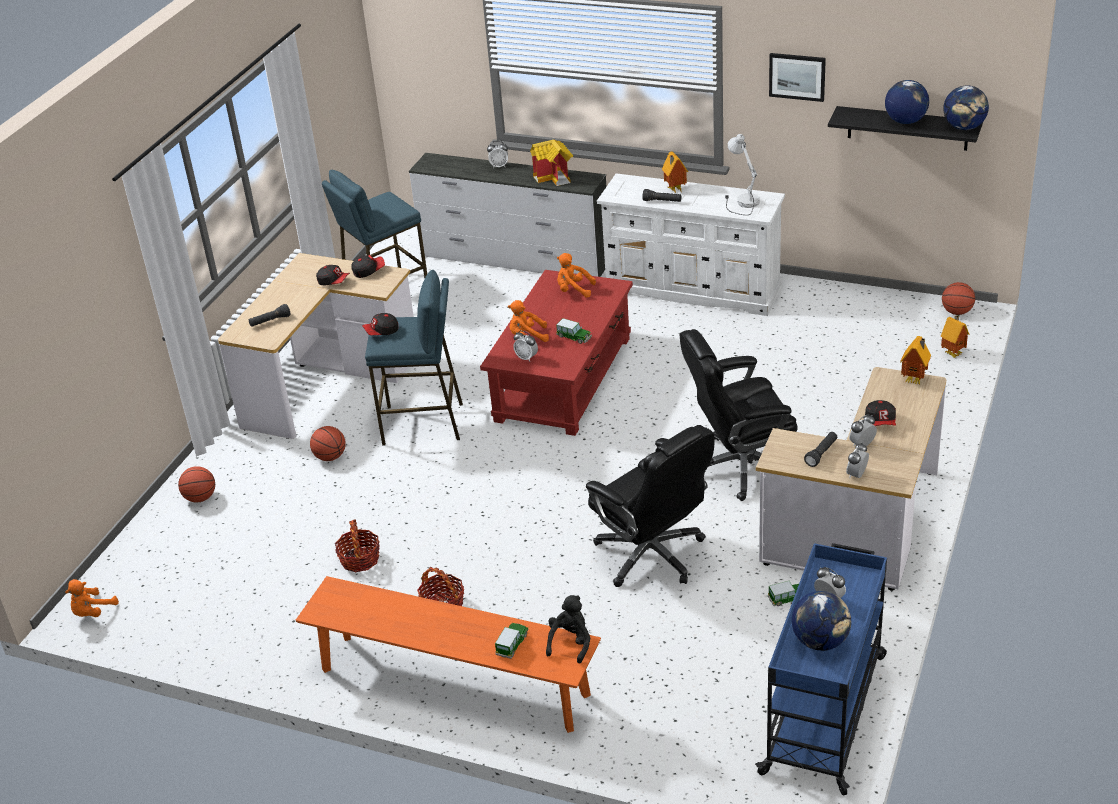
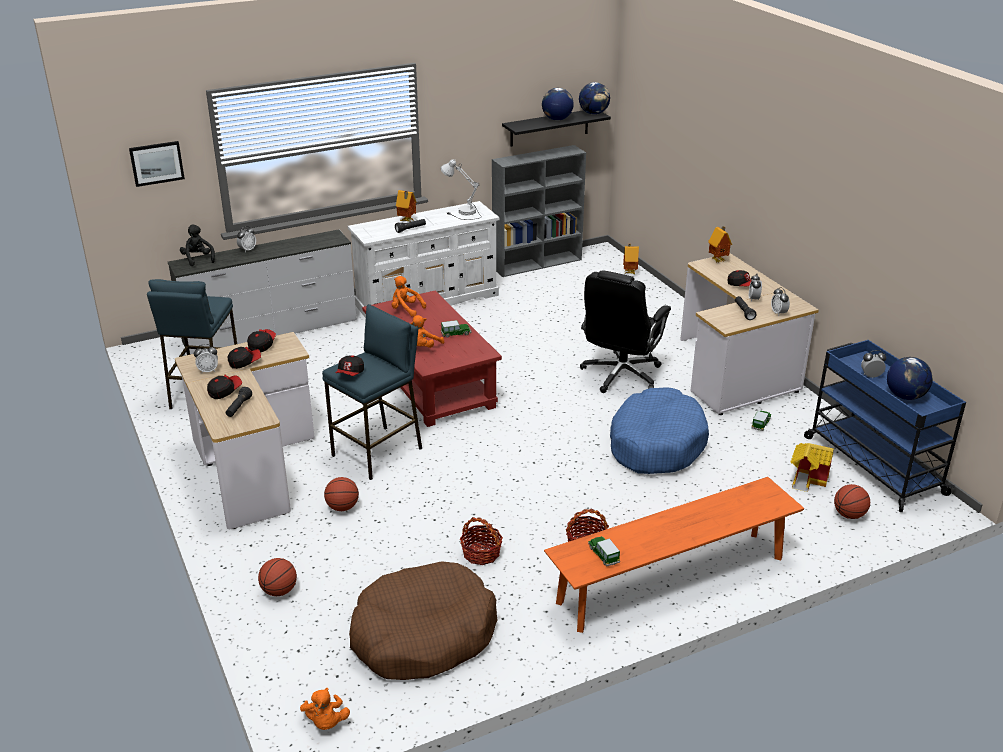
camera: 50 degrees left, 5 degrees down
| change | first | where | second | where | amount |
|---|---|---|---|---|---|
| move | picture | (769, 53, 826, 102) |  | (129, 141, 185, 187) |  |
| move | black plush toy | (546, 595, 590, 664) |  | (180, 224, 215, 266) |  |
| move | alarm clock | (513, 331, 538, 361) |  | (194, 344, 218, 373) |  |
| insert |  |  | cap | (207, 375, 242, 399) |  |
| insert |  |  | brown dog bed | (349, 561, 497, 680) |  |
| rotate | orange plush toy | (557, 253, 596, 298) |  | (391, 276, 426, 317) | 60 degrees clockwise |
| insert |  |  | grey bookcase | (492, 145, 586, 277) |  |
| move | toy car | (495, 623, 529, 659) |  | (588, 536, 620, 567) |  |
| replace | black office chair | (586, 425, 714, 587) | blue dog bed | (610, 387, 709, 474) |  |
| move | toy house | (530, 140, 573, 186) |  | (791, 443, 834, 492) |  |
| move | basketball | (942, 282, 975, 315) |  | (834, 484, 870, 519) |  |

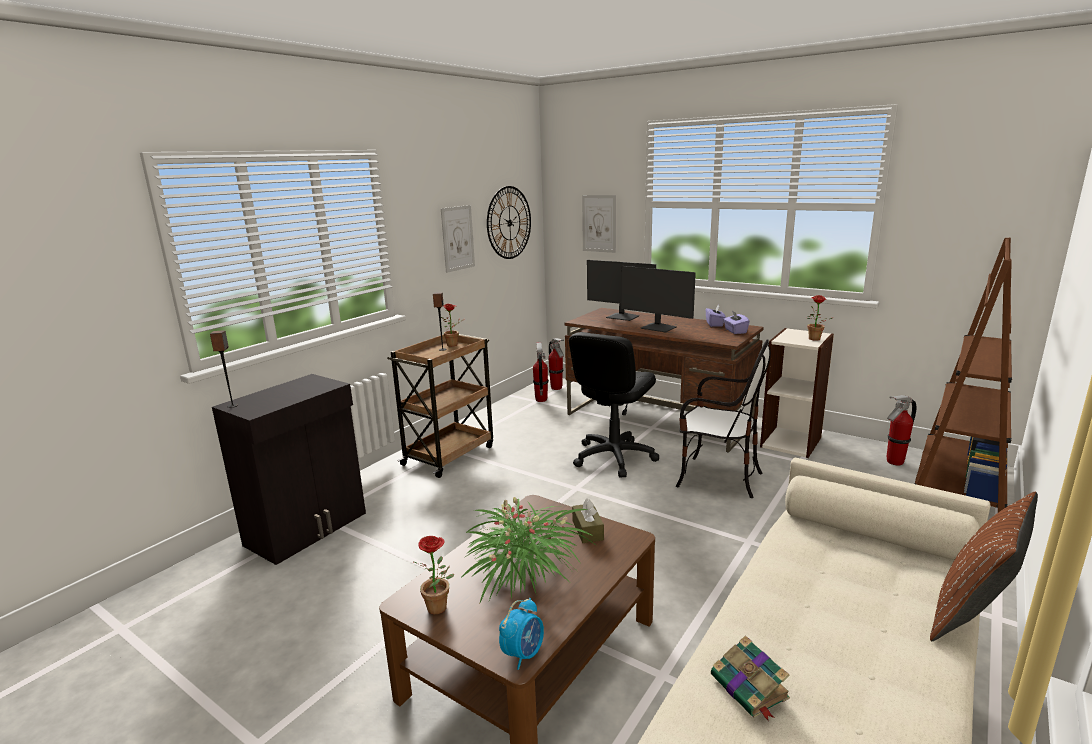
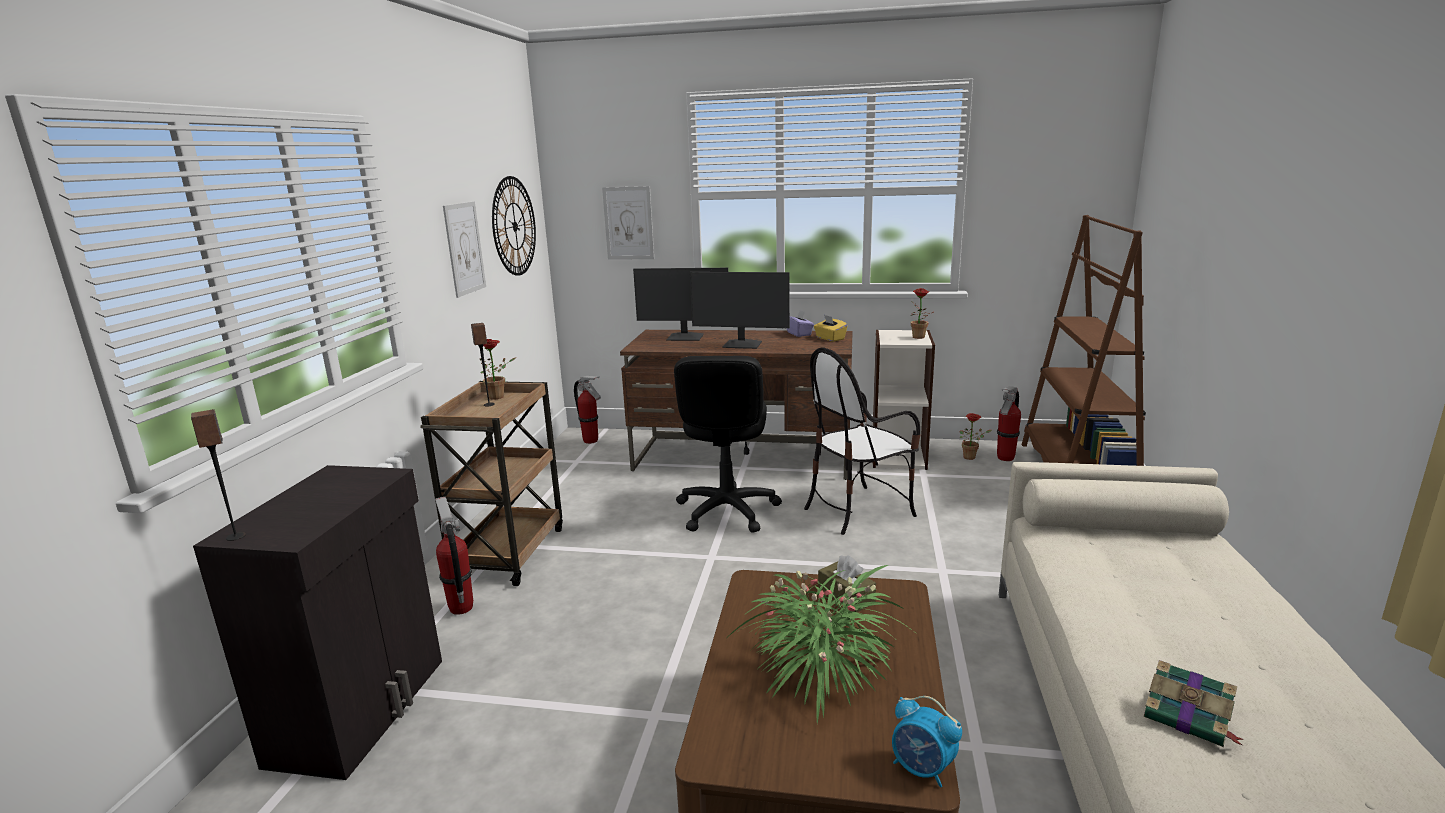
camera: 25 degrees left, 0 degrees up
| change | first | where | second | where | amount |
|---|---|---|---|---|---|
| move | fire extinguisher | (533, 342, 549, 402) |  | (435, 497, 473, 615) |  |
| rotate | chair | (676, 339, 771, 498) |  | (804, 347, 921, 535) | 150 degrees clockwise |
| recolor | purple tissue box | (723, 311, 750, 334) | yellow tissue box | (814, 315, 848, 342) |  |
| rotate | alarm clock | (499, 598, 544, 670) |  | (892, 696, 962, 787) | 120 degrees clockwise |
| move | potted plant | (414, 536, 454, 614) |  | (960, 413, 992, 460) |  |
| delete | brown pillow | (930, 492, 1038, 641) |  |  |  |

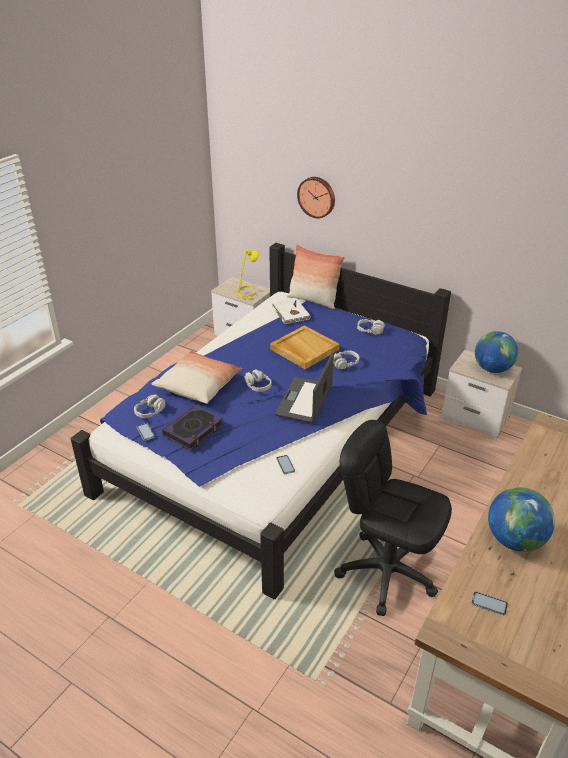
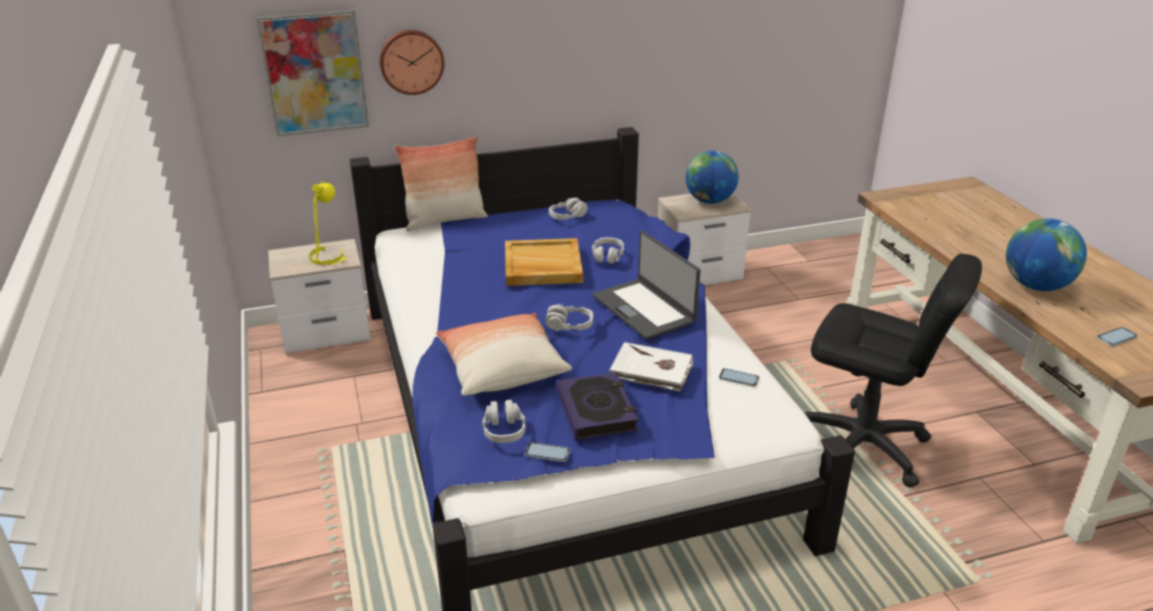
camera: 50 degrees left, 5 degrees down
| change | first | where | second | where | amount |
|---|---|---|---|---|---|
| insert |  |  | picture | (256, 10, 369, 136) |  |
| move | white book | (272, 298, 311, 324) |  | (609, 342, 694, 392) |  |
| rotate | black office chair | (334, 420, 452, 616) |  | (805, 253, 982, 488) | 135 degrees counterclockwise |

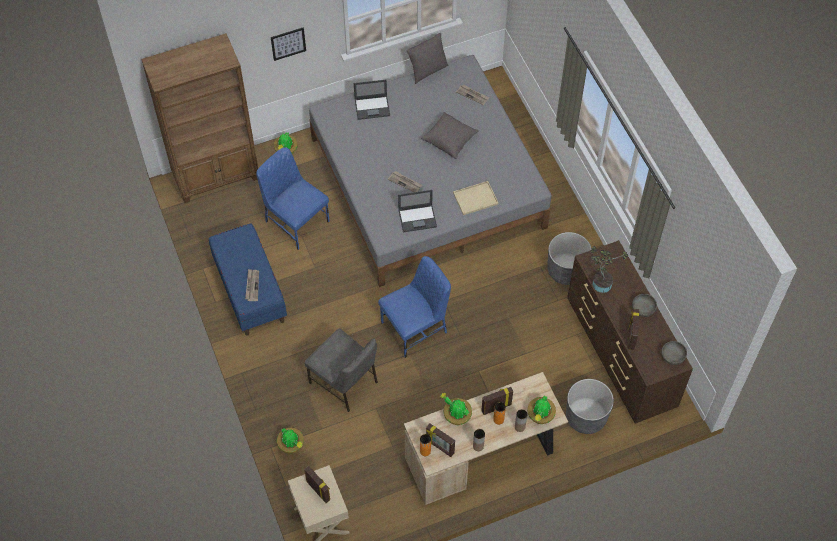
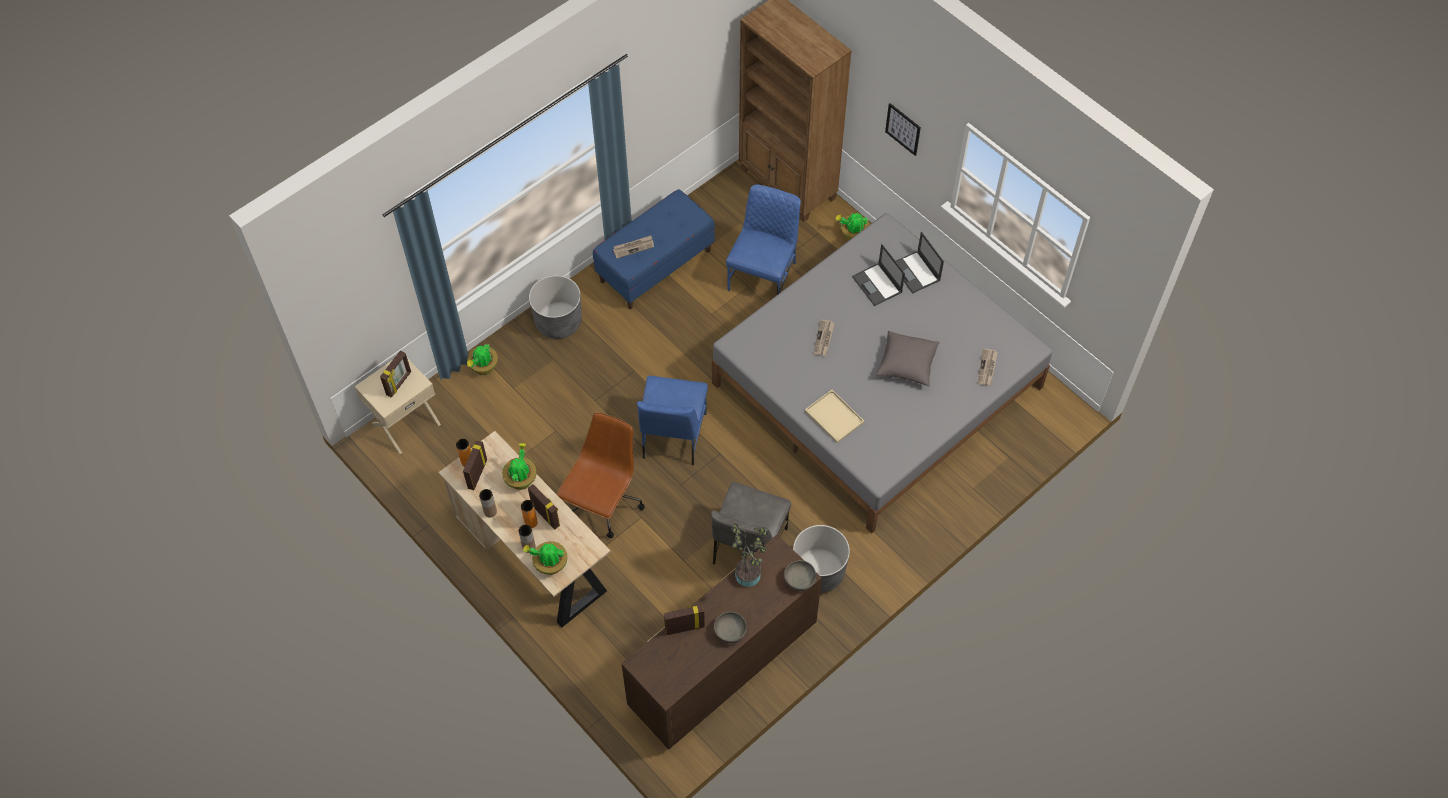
camera: 70 degrees right, 0 degrees up
| change | first | where | second | where | amount |
|---|---|---|---|---|---|
| move | grey planter | (566, 379, 614, 434) |  | (529, 275, 582, 339) |  |
| insert |  |  | brown office chair | (557, 412, 645, 538) |  |
| rotate | blue chair | (378, 256, 451, 358) |  | (637, 376, 708, 465) | 60 degrees clockwise |
| move | grey chair | (304, 328, 378, 412) |  | (711, 482, 791, 565) |  |
| move | grey bowl | (661, 341, 687, 365) |  | (784, 560, 816, 591) |  |
| move | laptop | (398, 190, 437, 232) |  | (852, 244, 905, 306) |  |
| delete | grey pillow | (406, 33, 449, 84) |  |  |  |

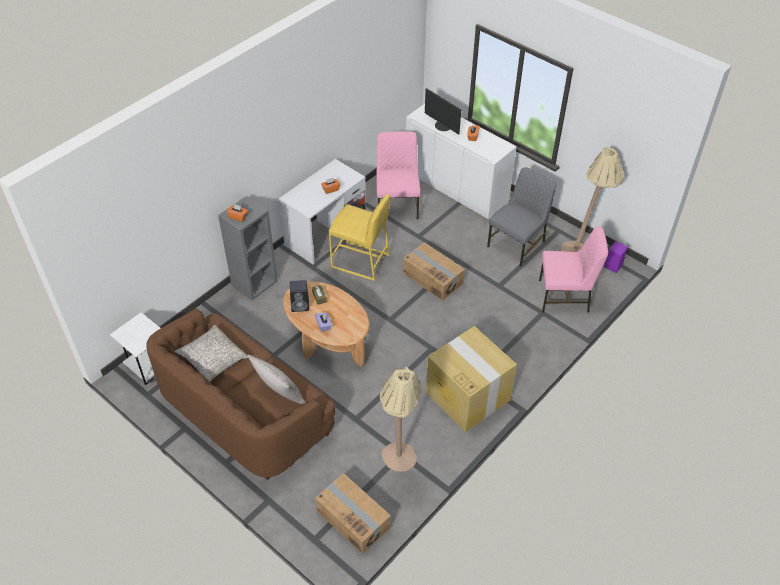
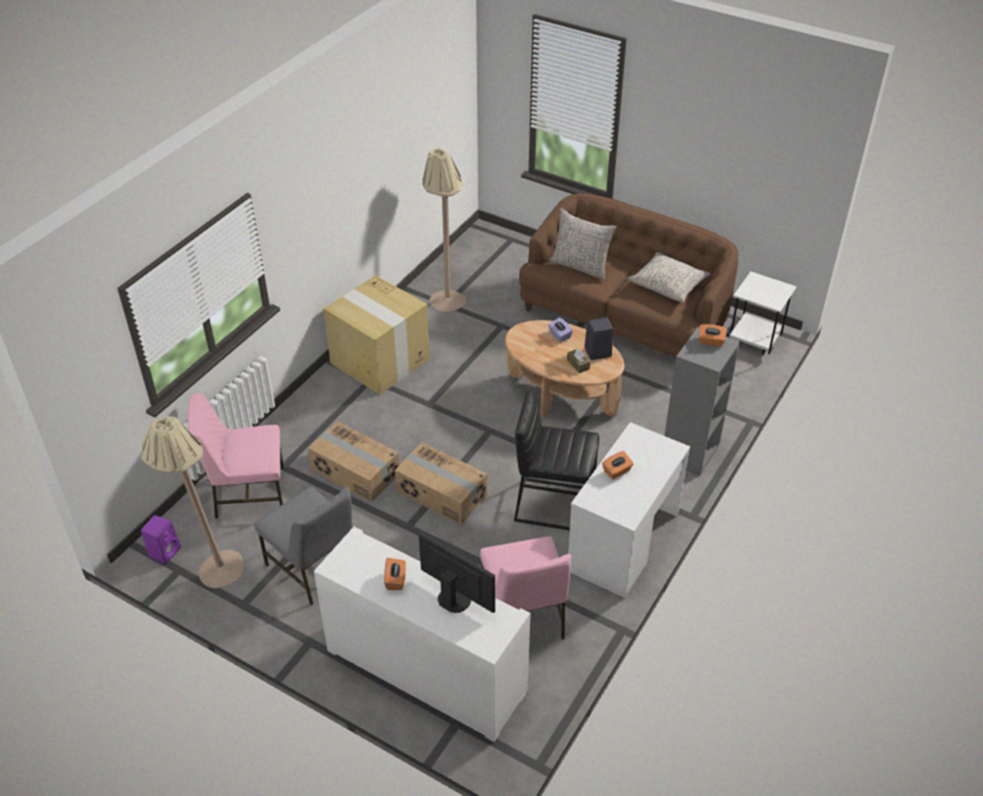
camera: 170 degrees right, 5 degrees down
| change | first | where | second | where | amount |
|---|---|---|---|---|---|
| rotate | grey chair | (487, 167, 556, 267) |  | (254, 486, 352, 606) | 75 degrees counterclockwise |
| move | cardboard box | (315, 473, 391, 554) |  | (308, 421, 399, 502) |  |
| recolor | yellow stool | (329, 194, 390, 281) | black stool | (514, 391, 599, 530) |  |

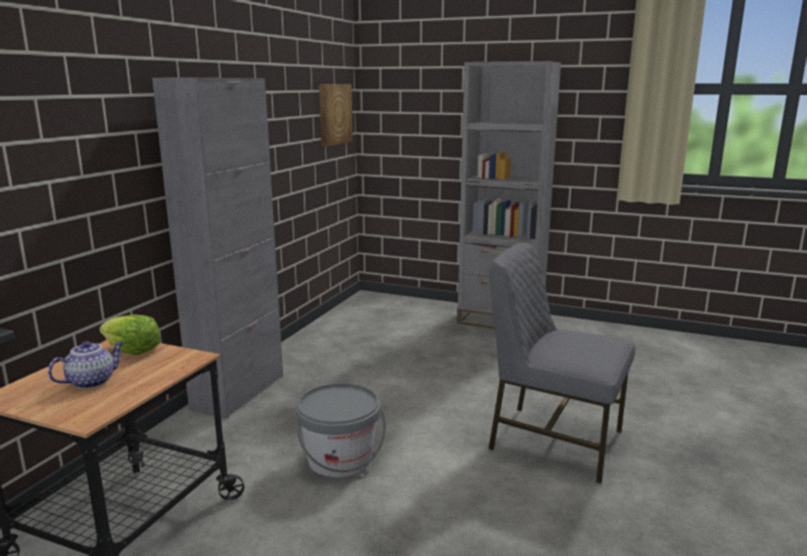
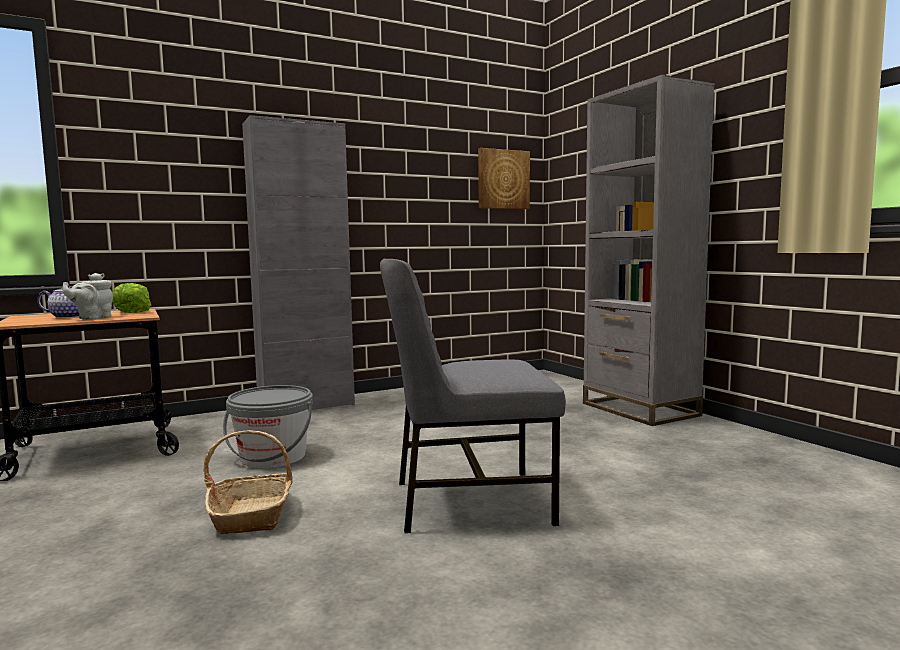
camera: 40 degrees right, 10 degrees down
| change | first | where | second | where | amount |
|---|---|---|---|---|---|
| insert |  |  | grey teapot | (62, 273, 113, 320) |  |
| insert |  |  | basket | (204, 430, 293, 534) |  |
| rotate | grey chair | (488, 243, 635, 484) |  | (380, 259, 566, 533) | 75 degrees counterclockwise |

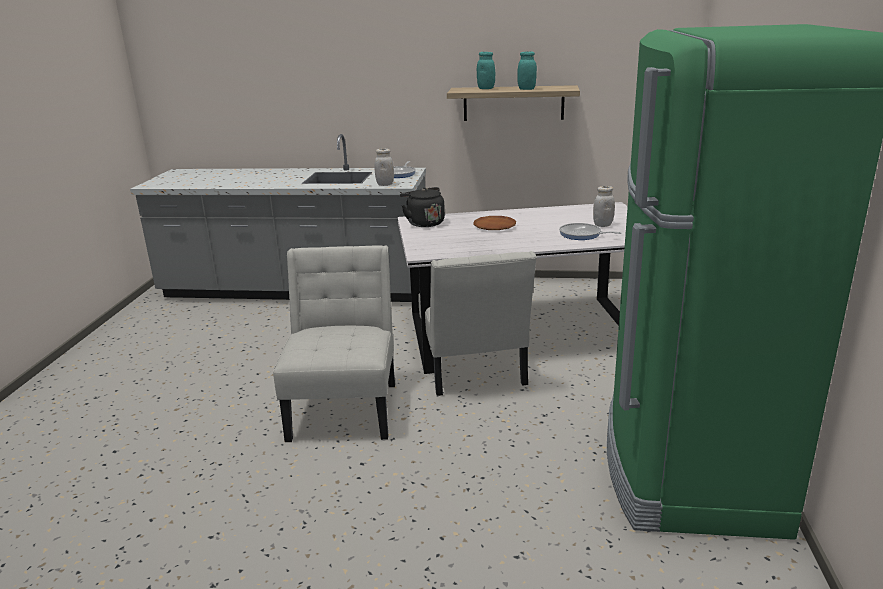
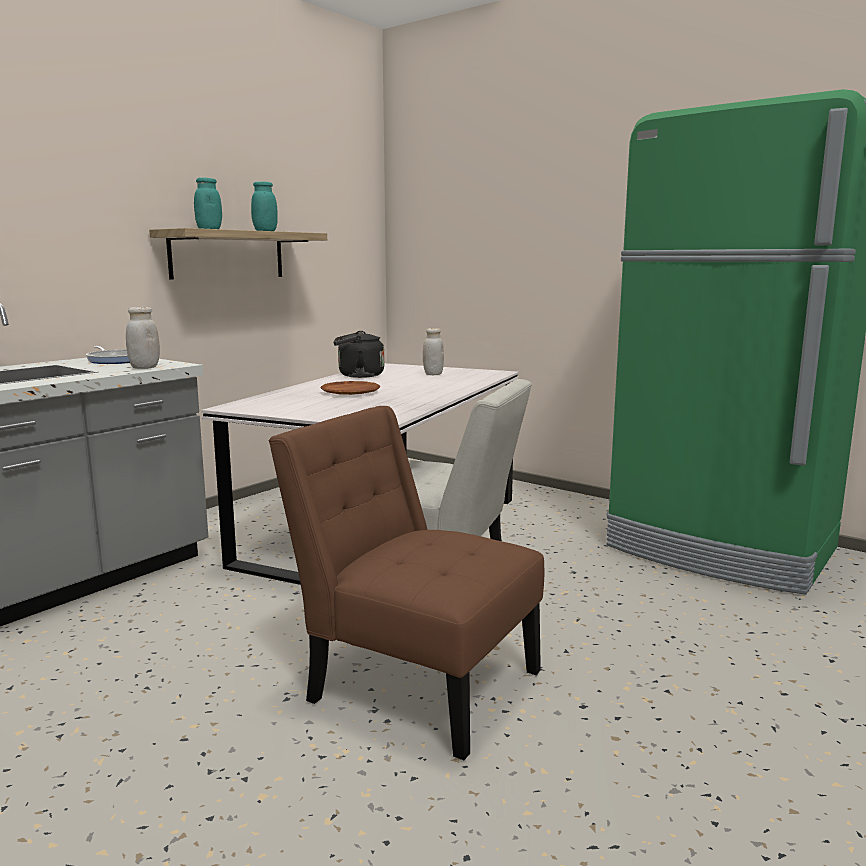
camera: 60 degrees left, 10 degrees down
| change | first | where | second | where | amount |
|---|---|---|---|---|---|
| recolor | white chair | (273, 245, 395, 442) | brown chair | (269, 406, 544, 760) |  |
| move | black kettle | (400, 187, 445, 227) |  | (333, 331, 384, 378) |  |
| delete | frying pan | (559, 223, 621, 240) |  |  |  |

